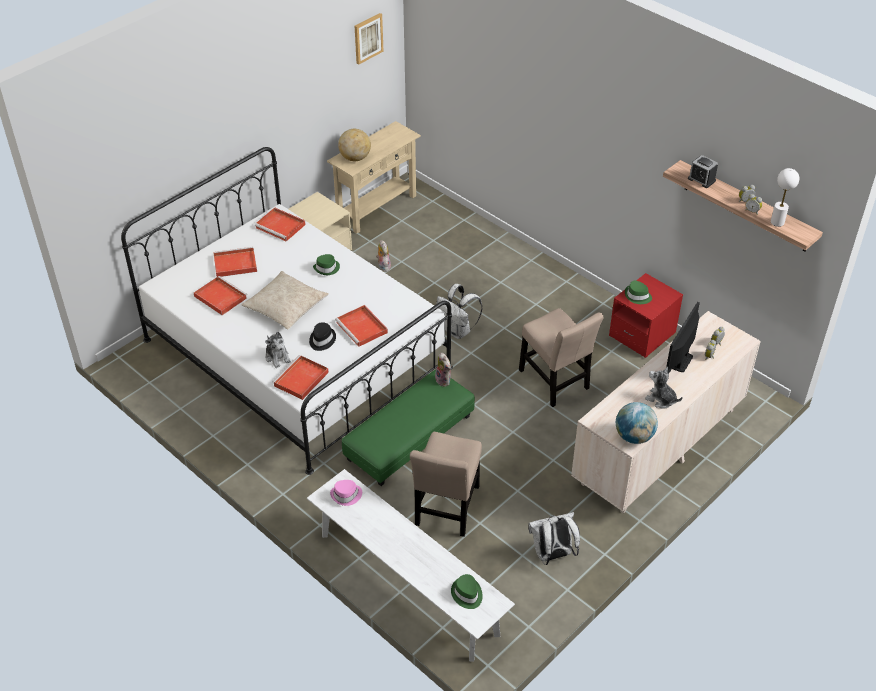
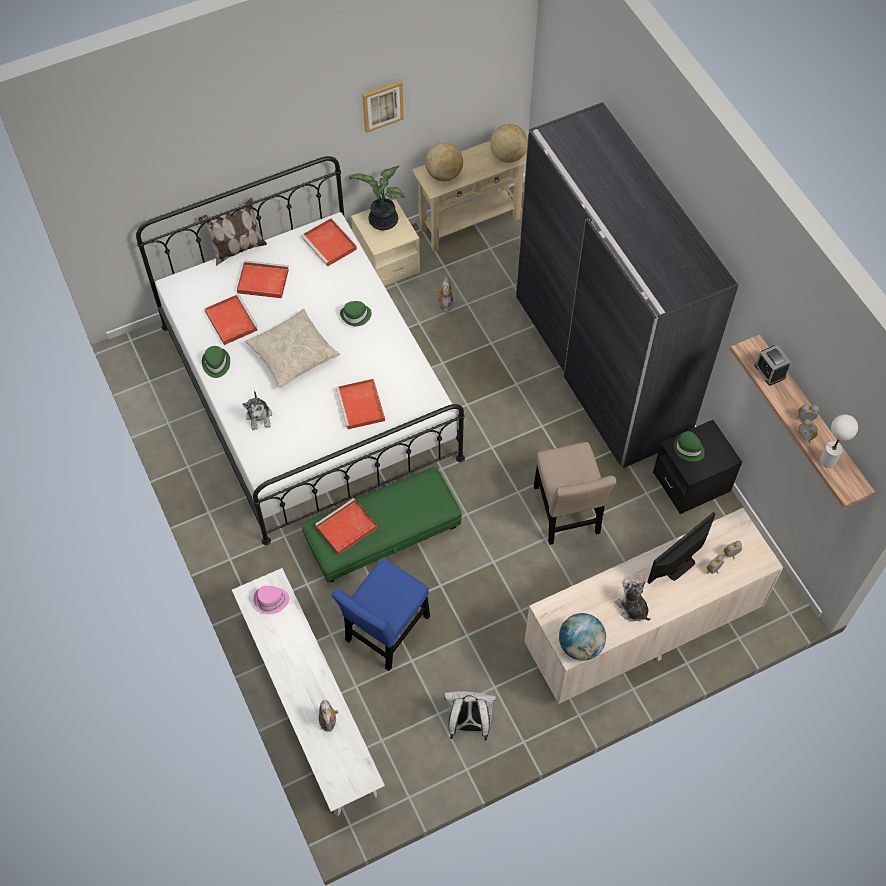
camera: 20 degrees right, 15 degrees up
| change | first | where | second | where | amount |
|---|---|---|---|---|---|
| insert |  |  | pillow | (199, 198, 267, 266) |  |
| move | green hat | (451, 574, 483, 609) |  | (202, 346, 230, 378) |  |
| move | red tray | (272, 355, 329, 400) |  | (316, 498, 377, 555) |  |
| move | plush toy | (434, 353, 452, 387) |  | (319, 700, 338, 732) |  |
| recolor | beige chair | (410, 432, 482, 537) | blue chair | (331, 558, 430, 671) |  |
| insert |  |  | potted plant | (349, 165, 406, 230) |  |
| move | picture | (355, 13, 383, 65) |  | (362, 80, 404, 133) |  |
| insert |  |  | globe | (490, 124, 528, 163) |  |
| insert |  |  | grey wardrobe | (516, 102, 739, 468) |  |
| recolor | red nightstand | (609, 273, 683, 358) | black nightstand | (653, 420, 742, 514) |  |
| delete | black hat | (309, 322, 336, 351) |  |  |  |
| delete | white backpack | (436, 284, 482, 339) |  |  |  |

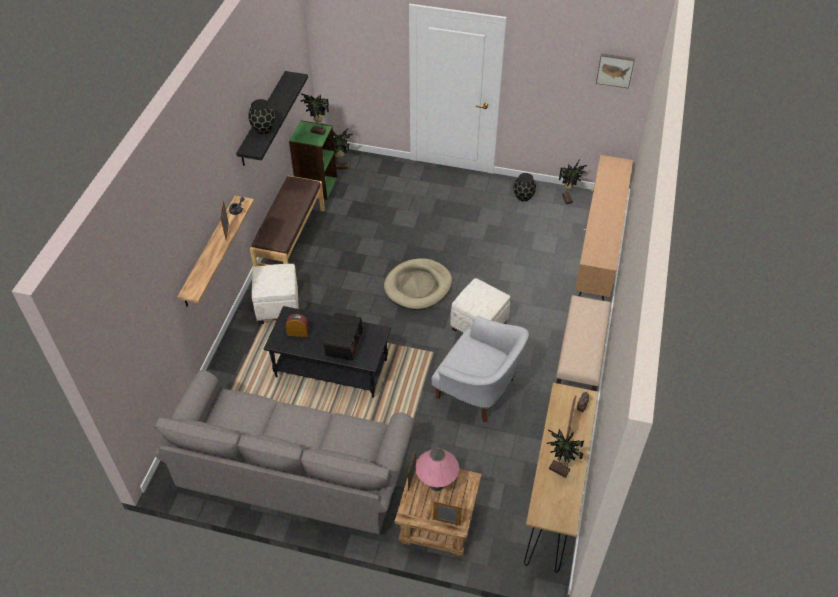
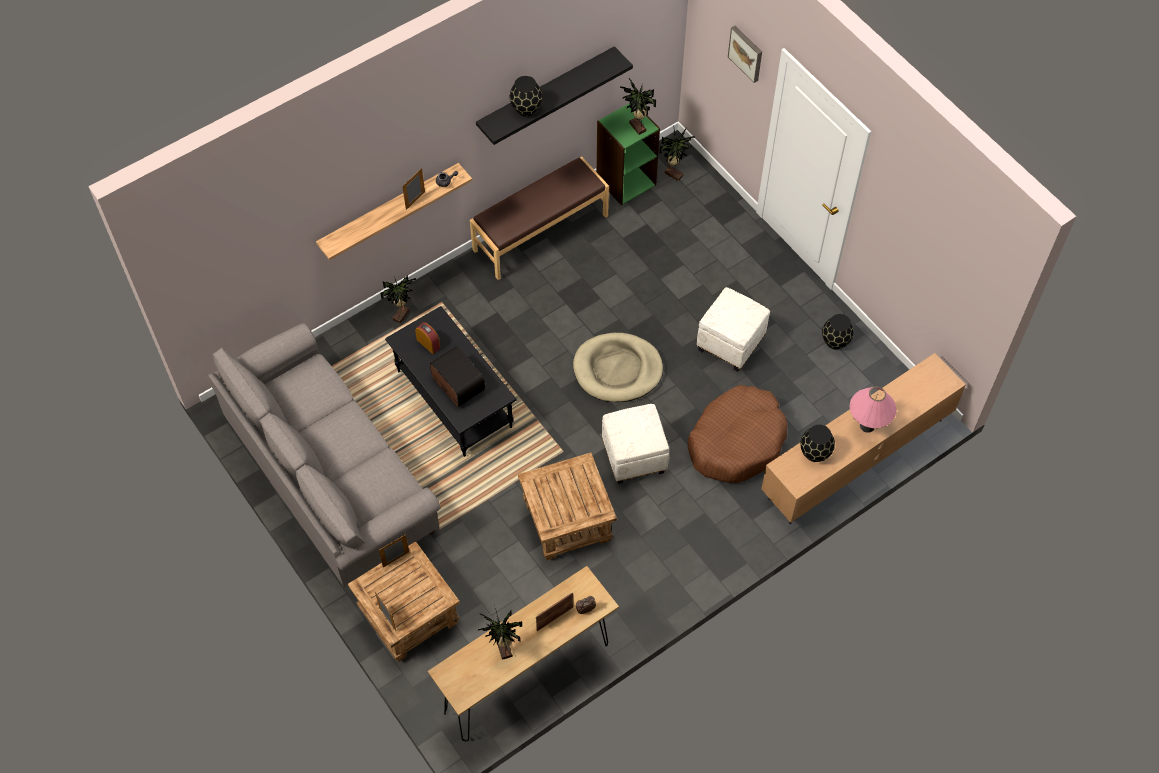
camera: 40 degrees right, 10 degrees up
| change | first | where | second | where | amount |
|---|---|---|---|---|---|
| move | potted plant | (559, 160, 587, 204) |  | (380, 275, 416, 323) |  |
| rotate | radio | (324, 313, 362, 360) |  | (430, 346, 485, 407) | 90 degrees counterclockwise |
| replace | white armchair | (432, 316, 529, 422) | brown side table | (518, 453, 617, 561) |  |
| insert |  |  | brown dog bed | (688, 385, 788, 483) |  |
| move | white ottoman | (252, 264, 299, 325) |  | (697, 287, 770, 372) |  |
| move | picture | (596, 53, 635, 89) |  | (728, 26, 762, 83) |  |
| insert |  |  | black vase | (800, 425, 835, 462) |  |
| move | pink table lamp | (415, 448, 459, 491) |  | (850, 387, 897, 433) |  |
| delete | beige bench | (556, 295, 611, 391) |  |  |  |

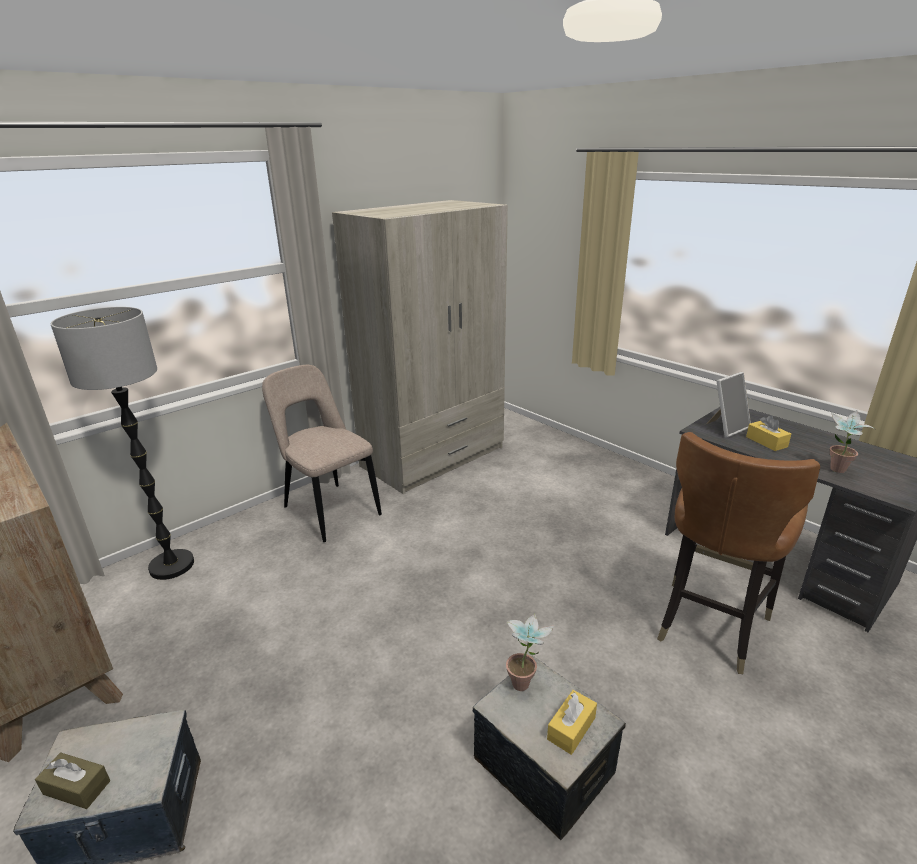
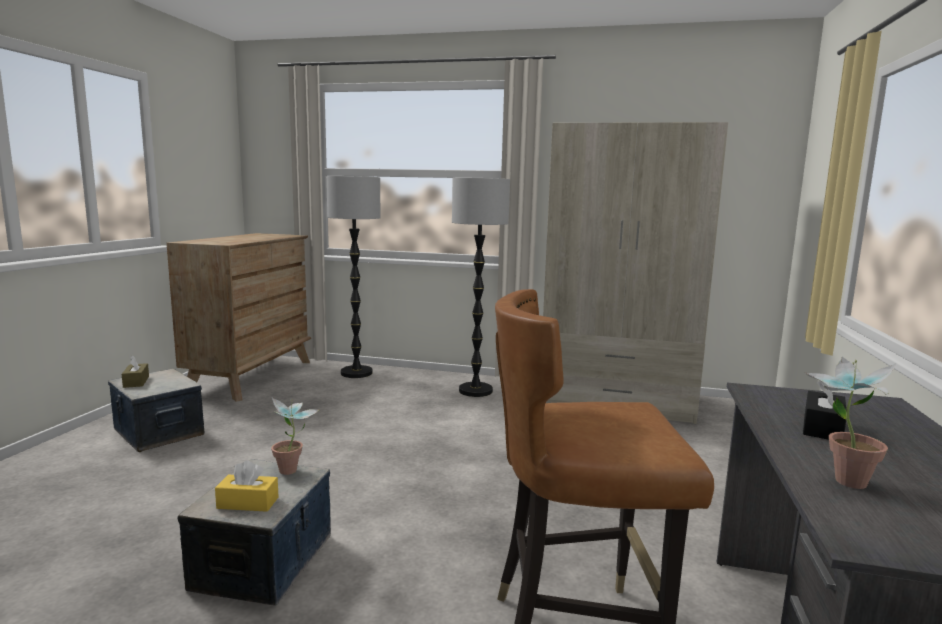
camera: 55 degrees right, 15 degrees down
| change | first | where | second | where | amount |
|---|---|---|---|---|---|
| replace | beige chair | (262, 365, 382, 542) | floor lamp | (452, 178, 510, 397) |  |
| recolor | yellow tissue box | (746, 415, 791, 451) | black tissue box | (803, 381, 846, 440) |  |
| delete | picture frame | (706, 372, 751, 438) |  |  |  |

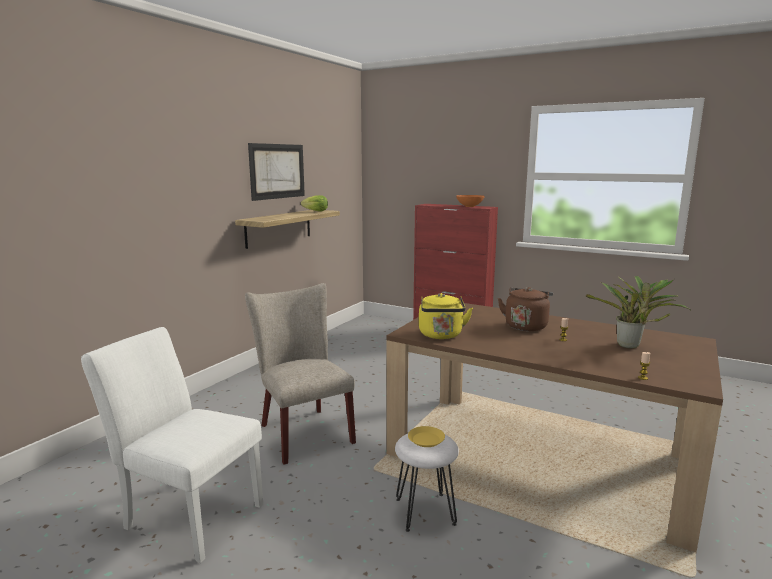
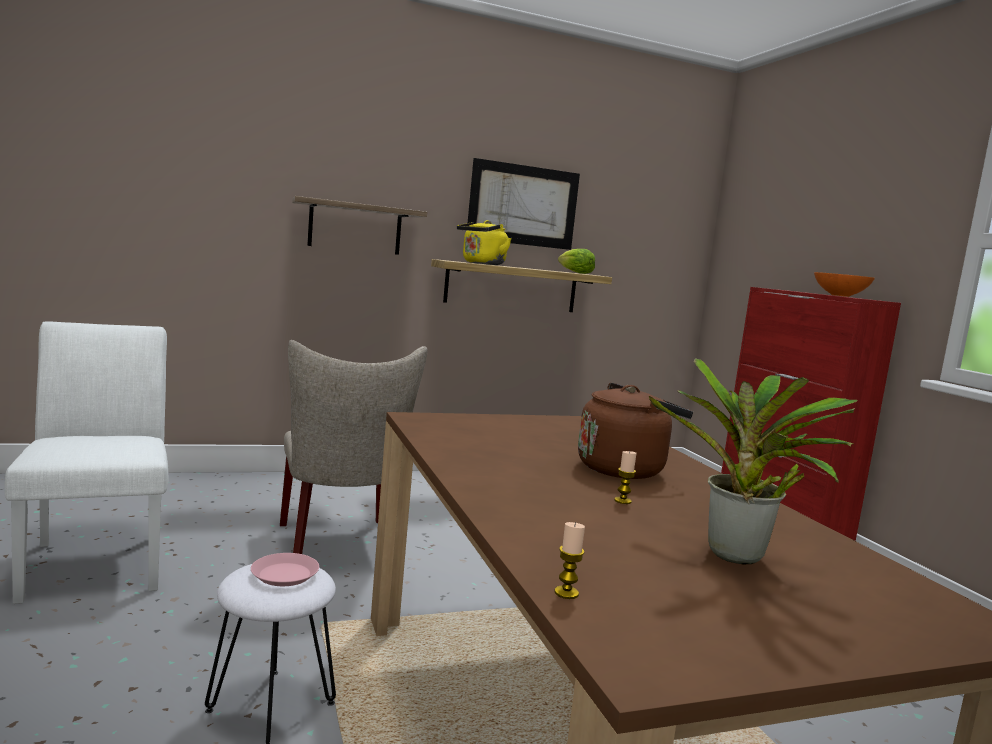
camera: 40 degrees right, 5 degrees down
| change | first | where | second | where | amount |
|---|---|---|---|---|---|
| recolor | yellow plate | (408, 426, 445, 447) | pink plate | (251, 553, 319, 586) |  |
| rotate | beige chair | (245, 283, 356, 465) |  | (280, 340, 428, 554) | 150 degrees clockwise |
| insert |  |  | shelf | (292, 196, 427, 255) |  |
| move | yellow kettle | (419, 293, 473, 339) |  | (457, 220, 512, 265) |  |

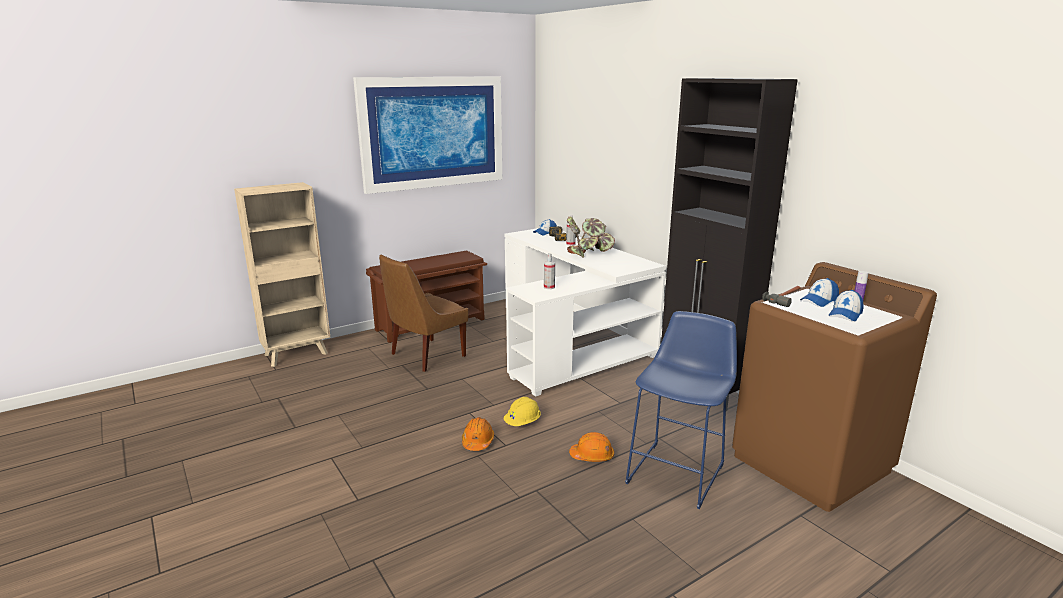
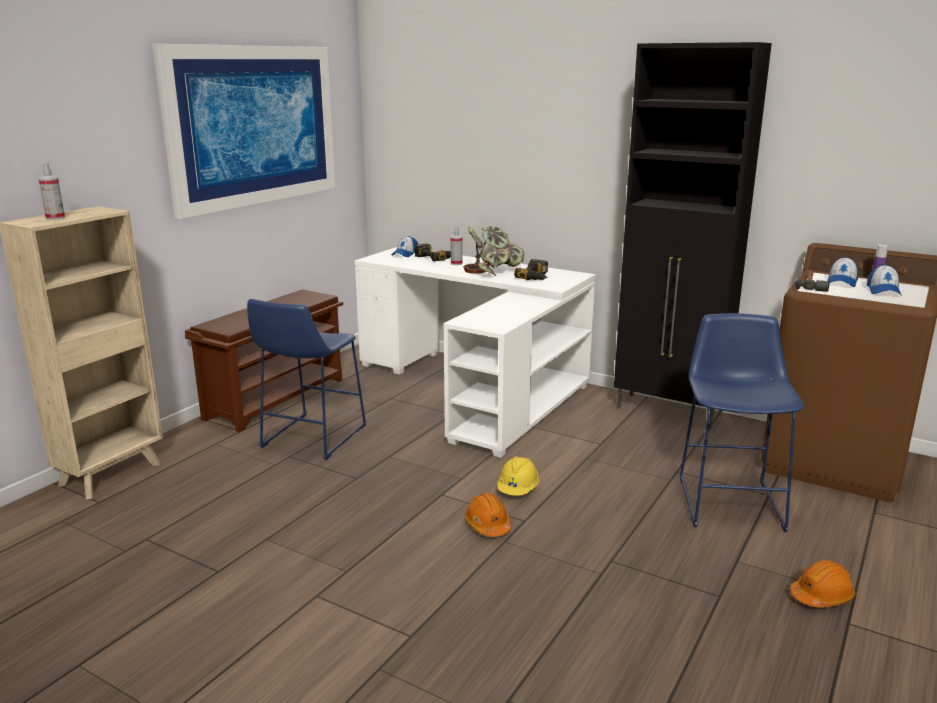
camera: 25 degrees left, 0 degrees up
| change | first | where | second | where | amount |
|---|---|---|---|---|---|
| move | spray bottle | (544, 253, 555, 289) |  | (38, 162, 65, 220) |  |
| replace | brown chair | (379, 255, 468, 372) | blue stool | (247, 299, 366, 460) |  |
| insert |  |  | power drill | (514, 259, 548, 280) |  |
| move | orange hard hat | (569, 432, 614, 462) |  | (790, 560, 855, 608) |  |

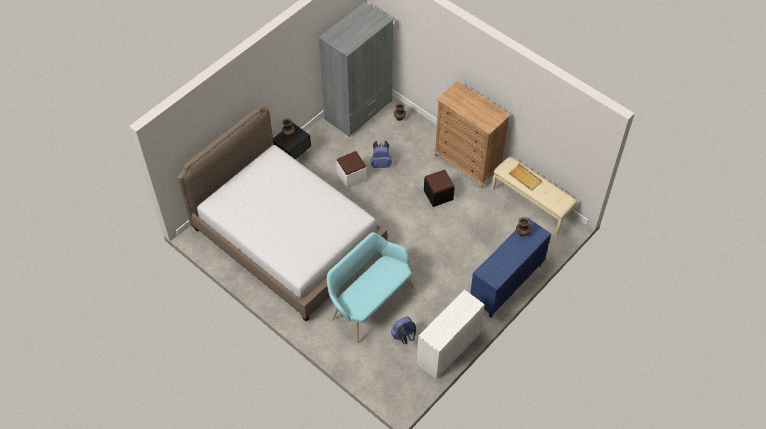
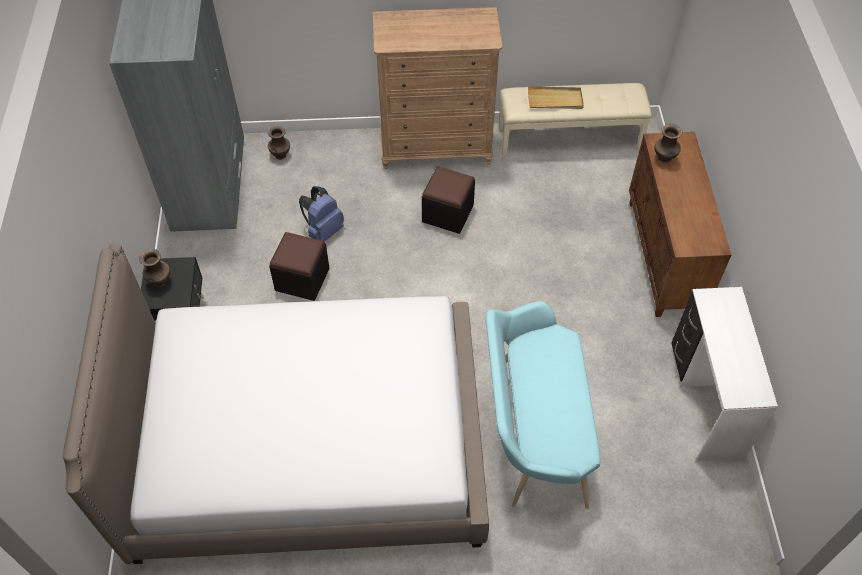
camera: 45 degrees left, 0 degrees up
| change | first | where | second | where | amount |
|---|---|---|---|---|---|
| recolor | white ottoman | (336, 151, 367, 189) | black ottoman | (269, 232, 329, 301) |  |
| recolor | blue cabinet | (470, 218, 551, 318) | brown cabinet | (629, 132, 731, 317) |  |
| delete | blue backpack | (391, 317, 416, 344) |  |  |  |

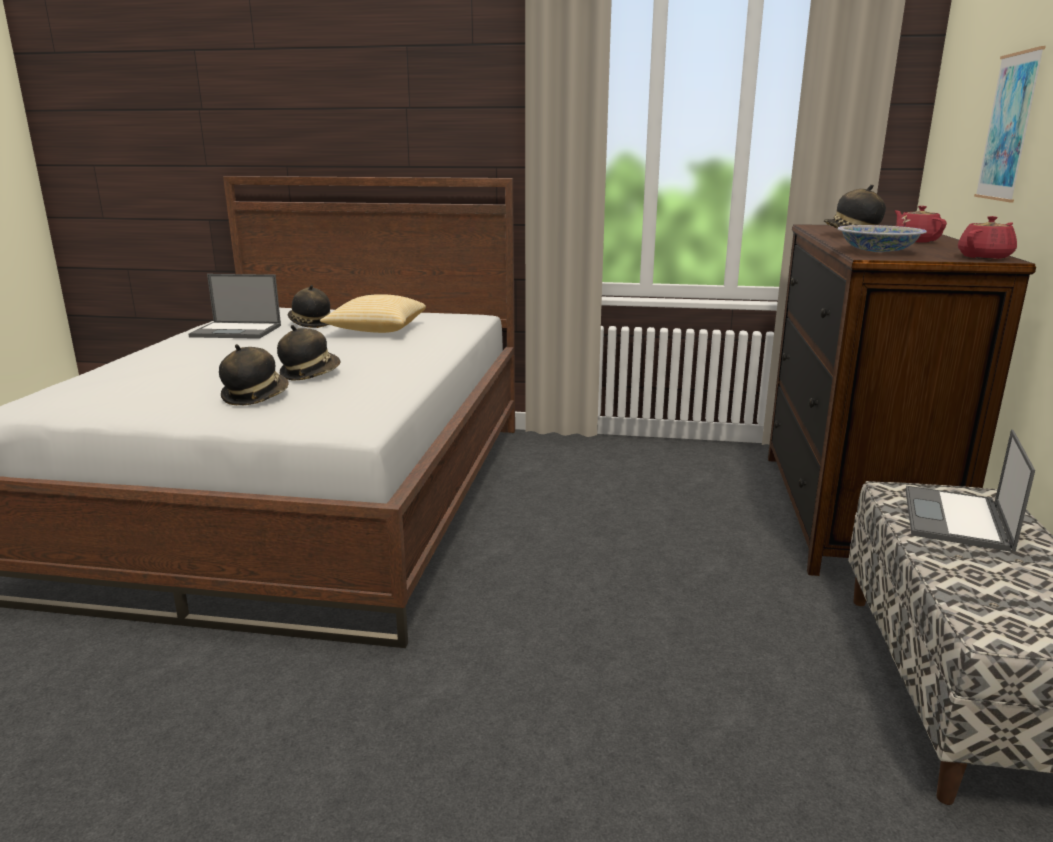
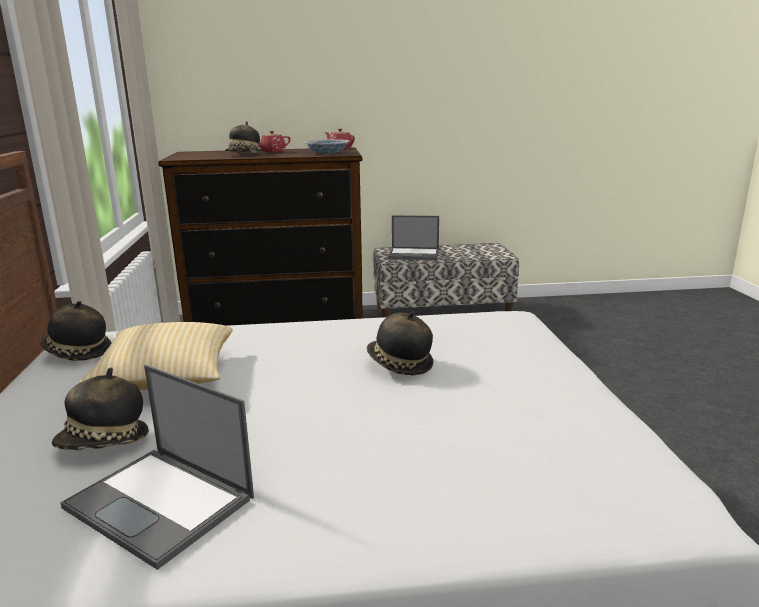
camera: 105 degrees left, 0 degrees up
| change | first | where | second | where | amount |
|---|---|---|---|---|---|
| move | hat | (219, 344, 289, 405) |  | (40, 301, 111, 361) |  |
| rotate | laptop | (188, 274, 281, 339) |  | (60, 365, 254, 570) | 135 degrees clockwise |
| delete | picture | (974, 46, 1046, 202) |  |  |  |

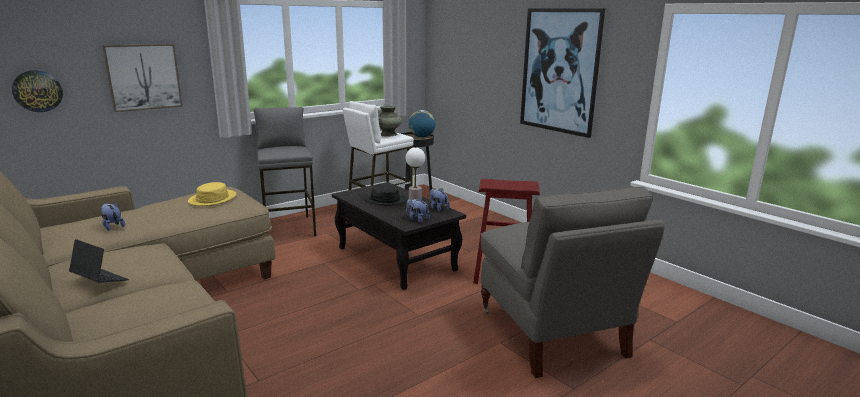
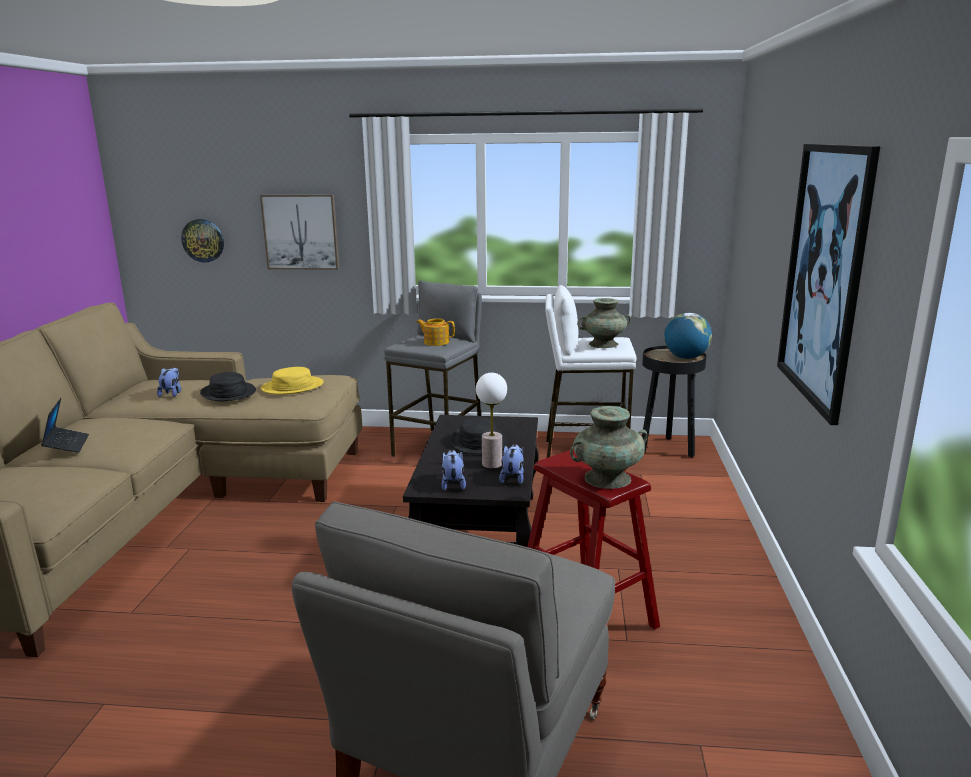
camera: 45 degrees right, 0 degrees up
| change | first | where | second | where | amount |
|---|---|---|---|---|---|
| insert |  |  | black hat | (200, 372, 256, 401) |  |
| insert |  |  | teapot | (416, 318, 455, 346) |  |
| insert |  |  | turquoise vase | (570, 406, 647, 489) |  |

